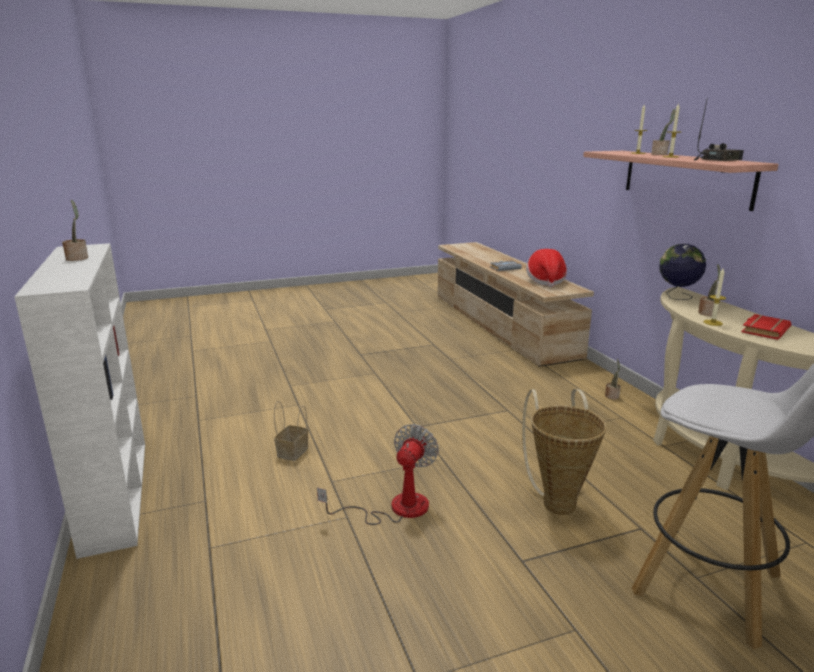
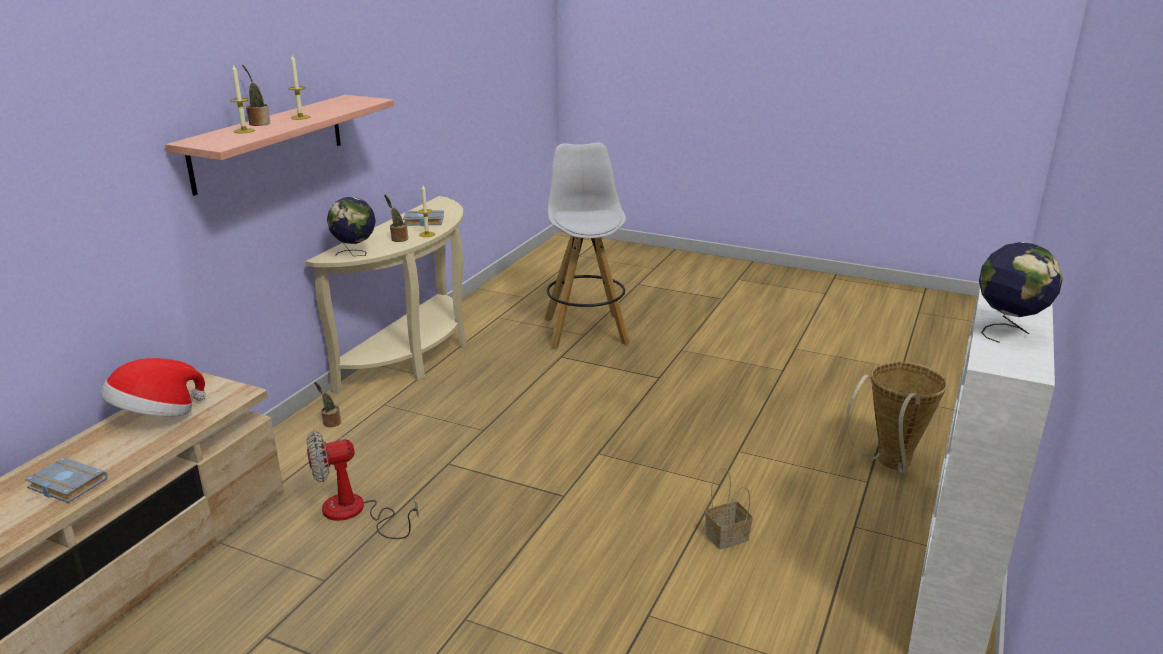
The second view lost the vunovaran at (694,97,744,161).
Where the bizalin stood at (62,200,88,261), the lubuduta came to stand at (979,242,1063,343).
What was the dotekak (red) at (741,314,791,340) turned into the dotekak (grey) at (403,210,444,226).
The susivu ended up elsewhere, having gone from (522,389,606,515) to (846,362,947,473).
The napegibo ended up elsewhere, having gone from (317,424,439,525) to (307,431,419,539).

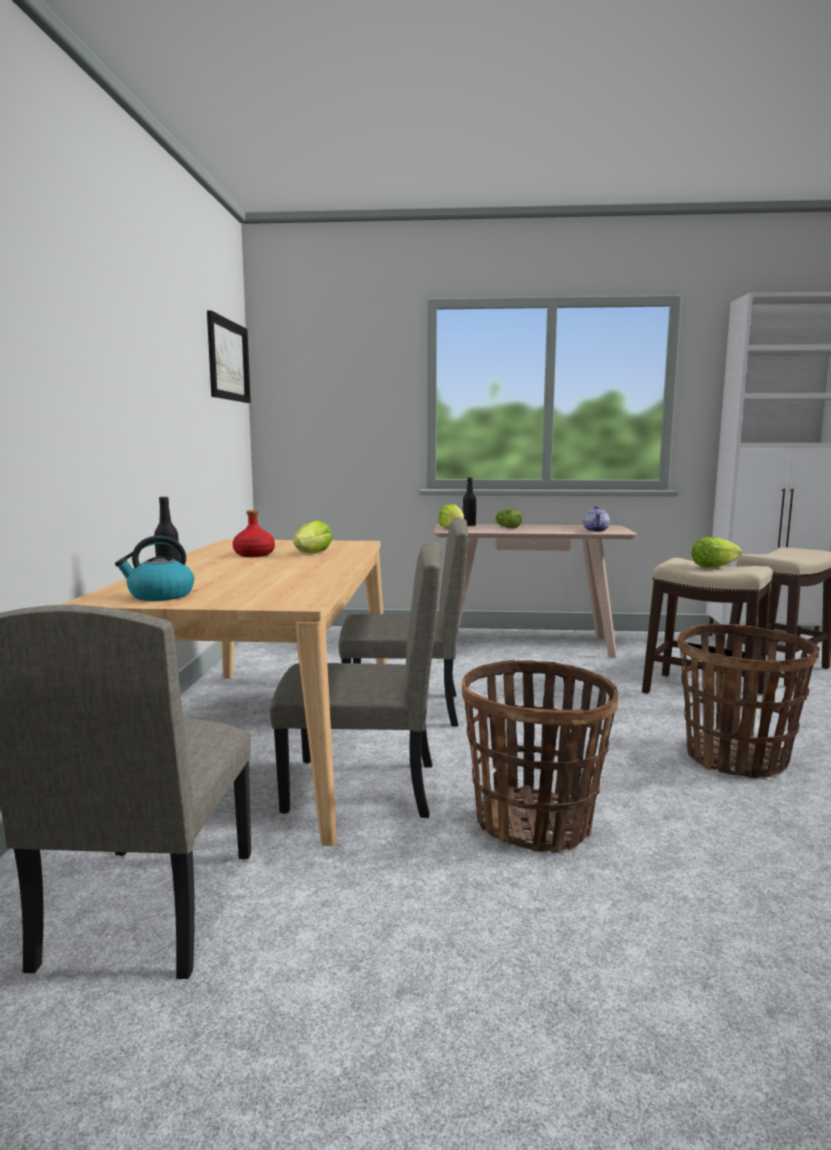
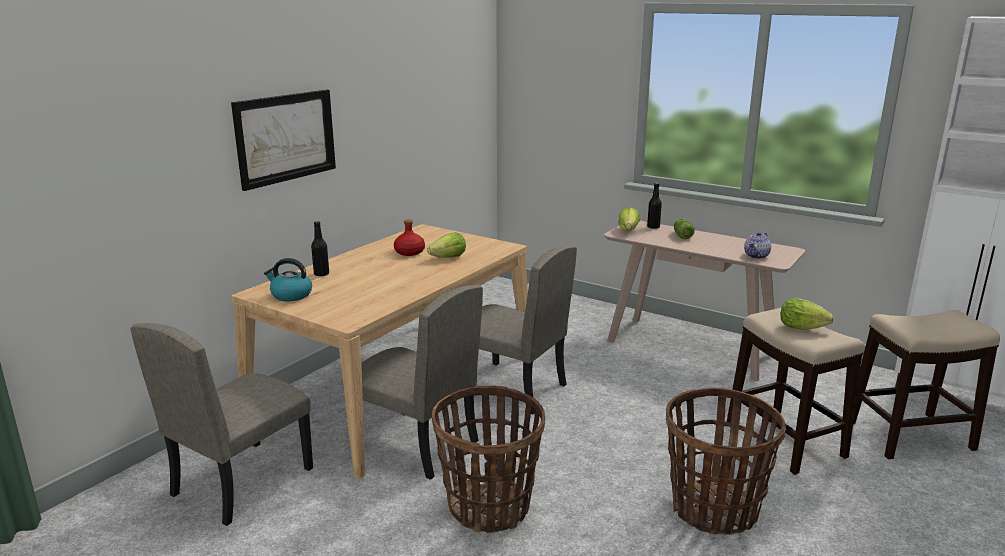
The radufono ended up elsewhere, having gone from (207,310,251,403) to (231,89,336,191).

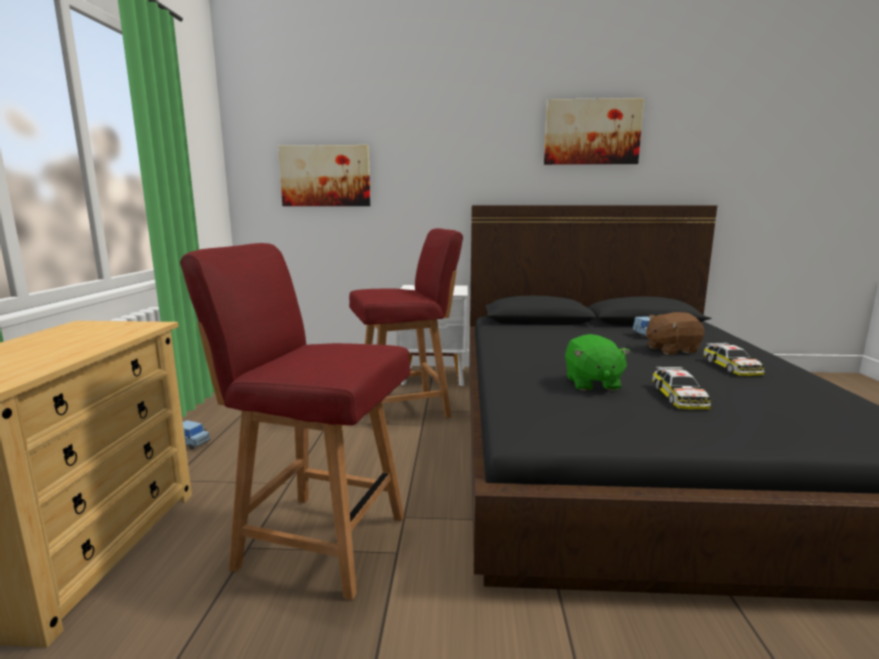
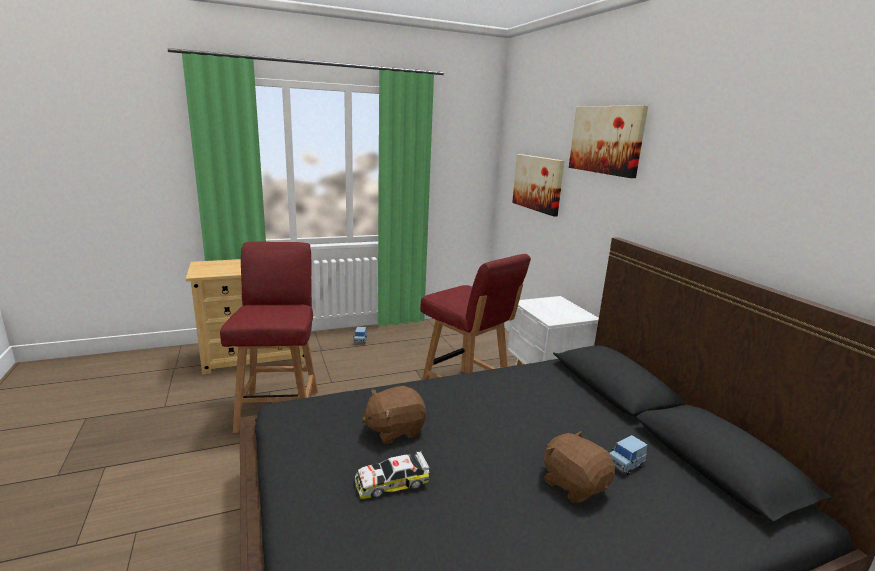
The radufono ended up elsewhere, having gone from (544,98,644,165) to (569,105,648,178).
What was the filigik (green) at (565,334,631,391) turned into the filigik (brown) at (362,386,426,444).
The second view lost the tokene at (703,342,764,376).

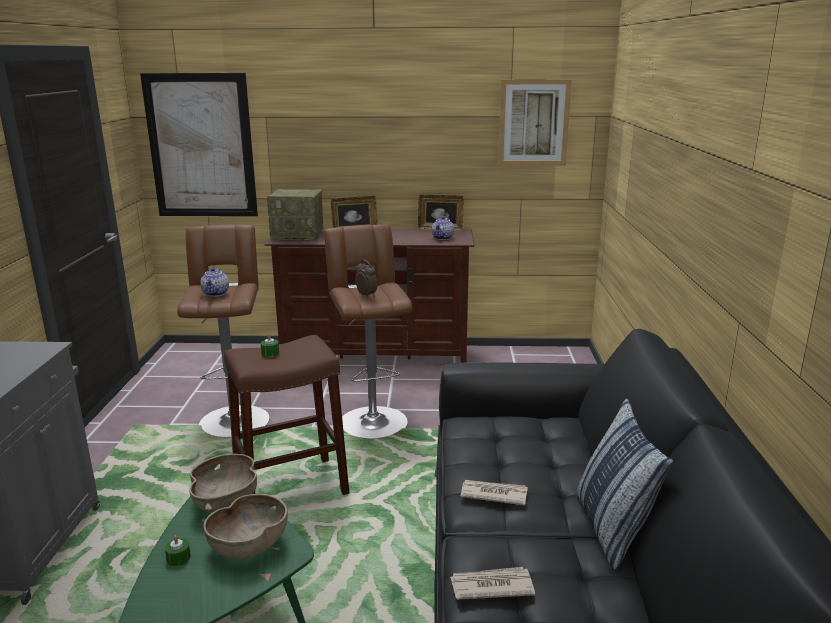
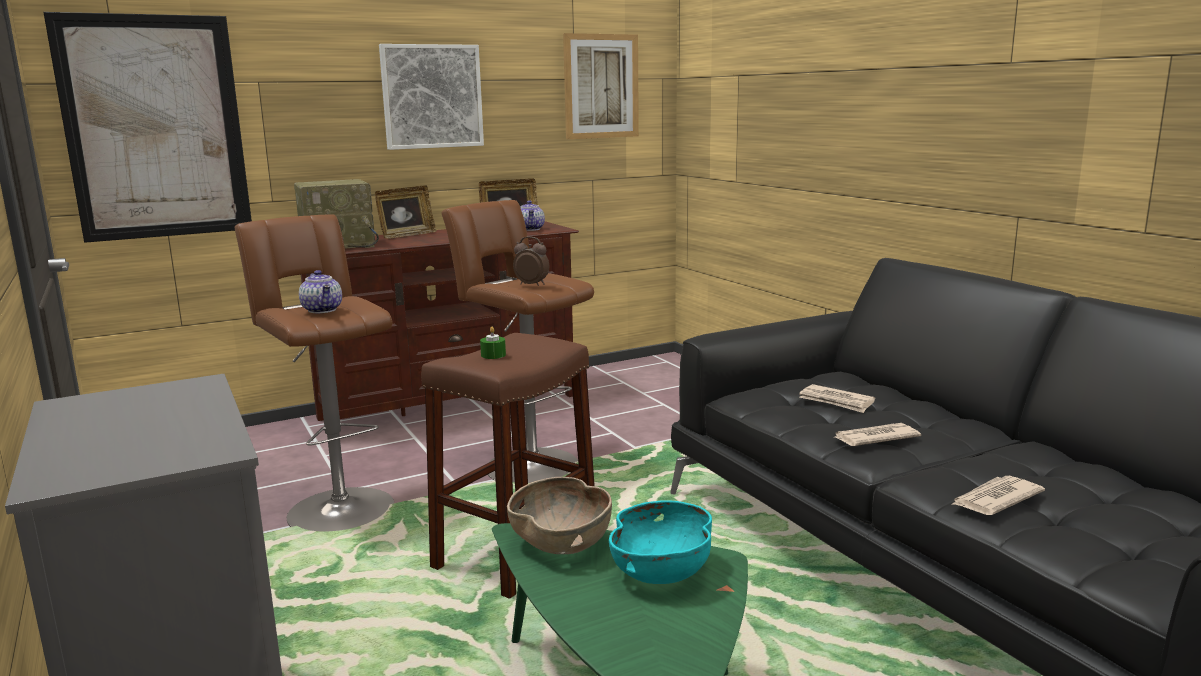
The second view lost the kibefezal at (576,398,674,570).
What was the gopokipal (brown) at (203,494,288,559) turned into the gopokipal (turquoise) at (609,501,712,584).
The second view lost the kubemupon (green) at (165,535,191,566).
The second view gained the radufono at (379,44,484,150).
The second view gained the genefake at (799,384,875,413).

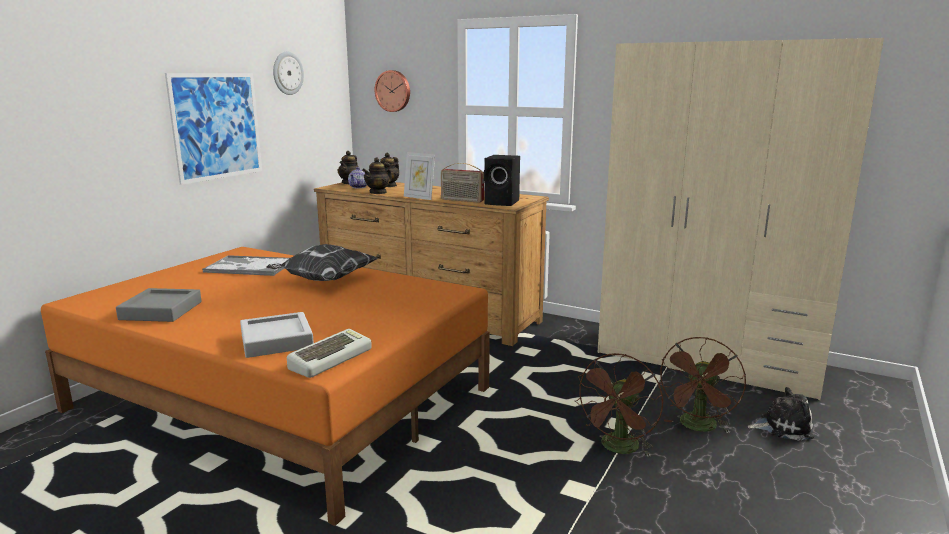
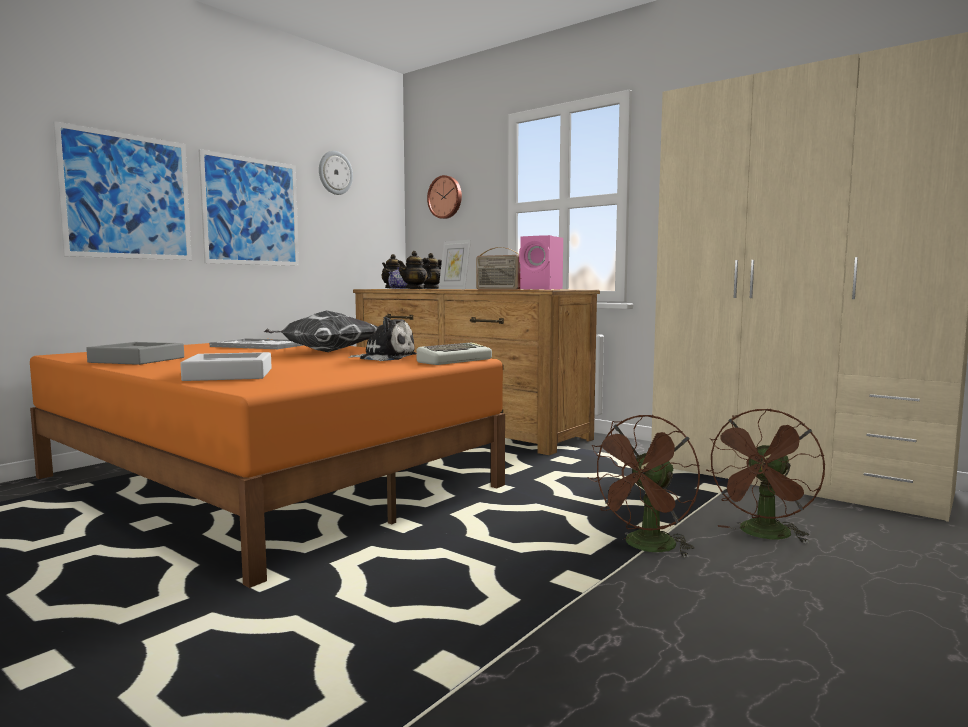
What was the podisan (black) at (484,155,520,206) turned into the podisan (pink) at (519,235,563,290).
The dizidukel ended up elsewhere, having gone from (287,329,372,378) to (417,342,492,365).
The filigik ended up elsewhere, having gone from (748,387,814,441) to (348,317,416,361).
The second view gained the radufono at (53,121,192,260).

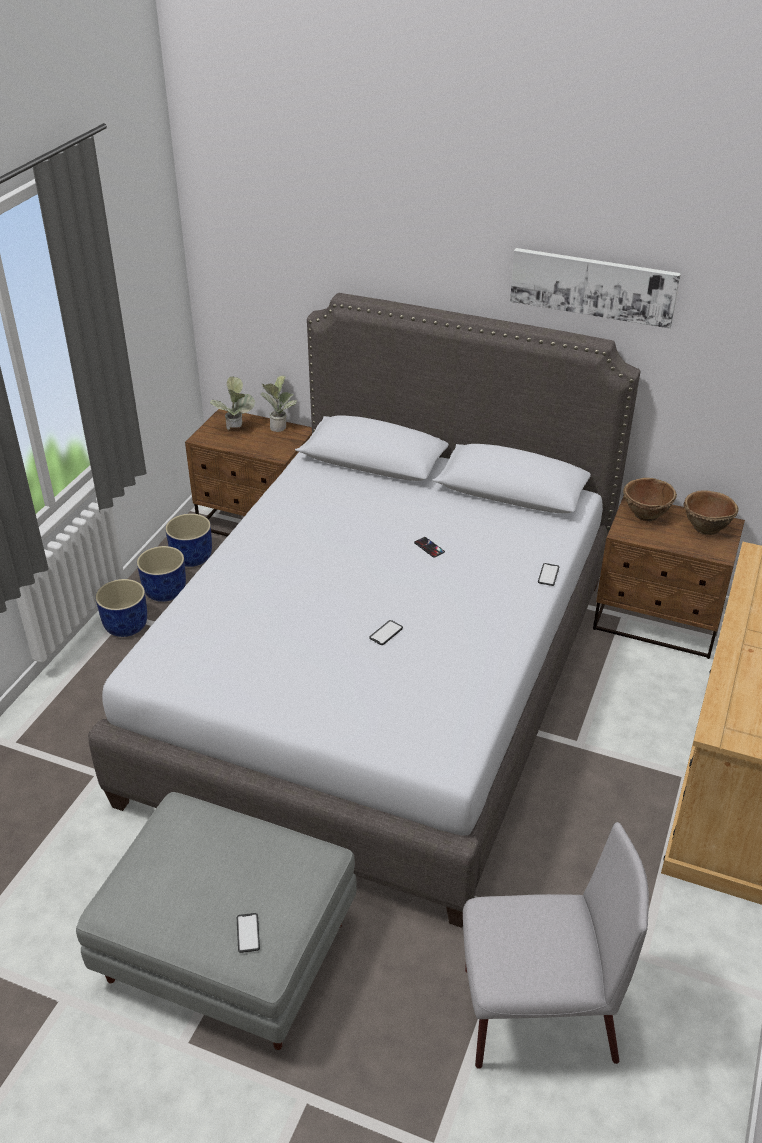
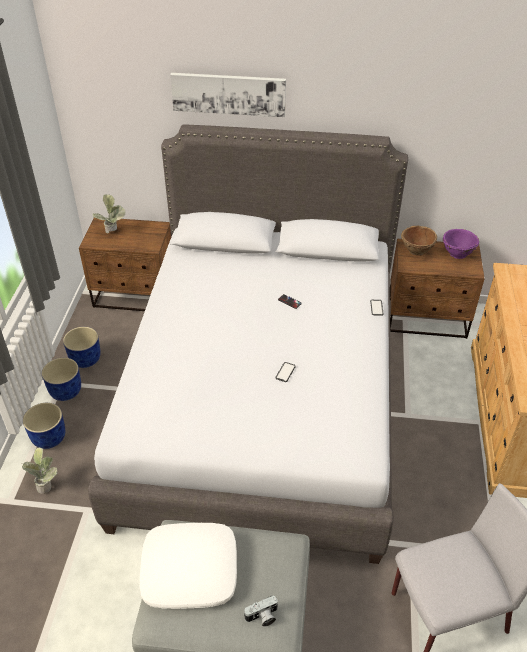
The radufono ended up elsewhere, having gone from (510,248,681,329) to (170,73,286,117).
The bizalin ended up elsewhere, having gone from (261,375,297,432) to (22,447,57,494).
What was the gopokipal (brown) at (684,491,739,535) turned into the gopokipal (purple) at (443,229,479,259).
The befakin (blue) ended up elsewhere, having gone from (165,514,212,567) to (23,403,65,449).
Where the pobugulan stood at (237,913,260,953), the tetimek came to stand at (244,596,278,627).
The second view gained the kibefezal (white) at (139,523,237,609).

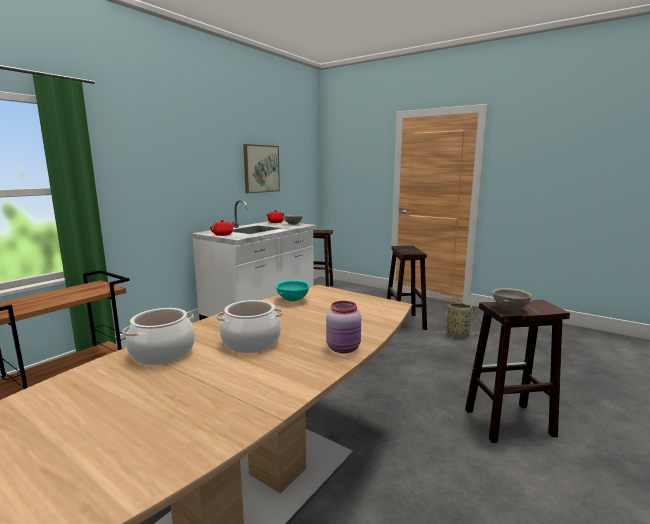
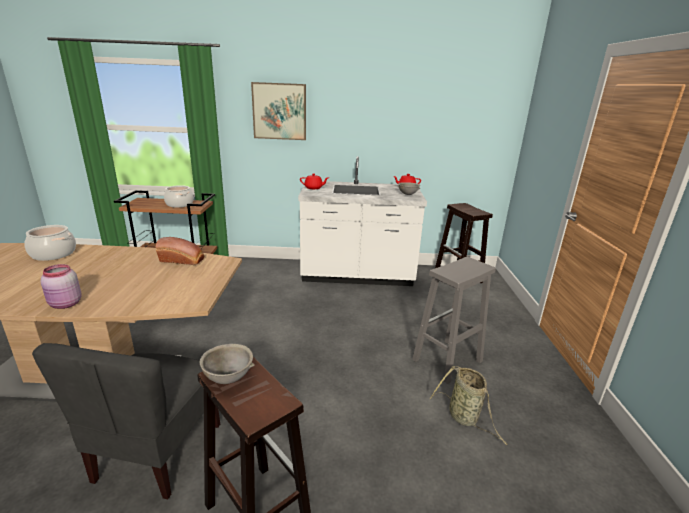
The radufono ended up elsewhere, having gone from (243,144,280,193) to (251,82,306,140).
What was the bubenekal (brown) at (387,246,427,330) turned into the bubenekal (grey) at (412,257,496,384).
Where the gopokipal (turquoise) stood at (276,280,310,302), the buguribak came to stand at (156,237,204,265).
The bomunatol ended up elsewhere, having gone from (216,300,283,353) to (164,185,194,208).
The second view gained the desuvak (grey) at (32,343,220,499).

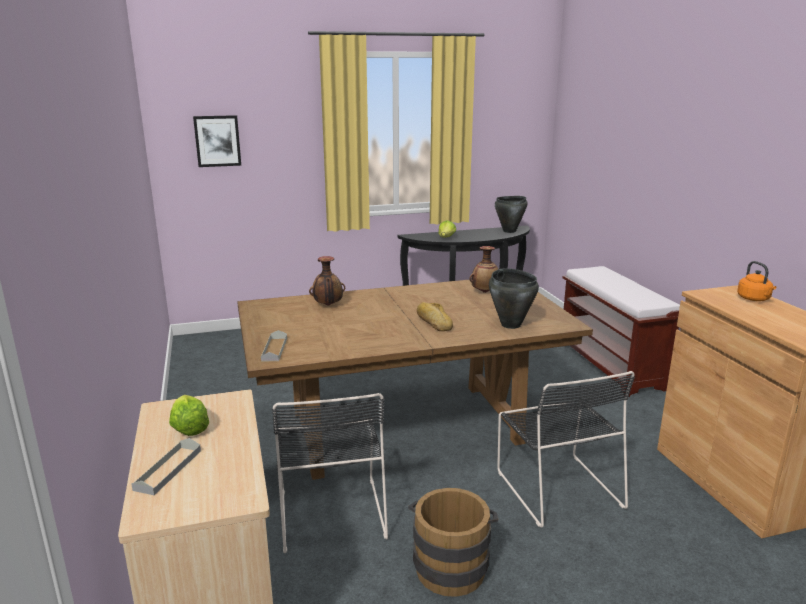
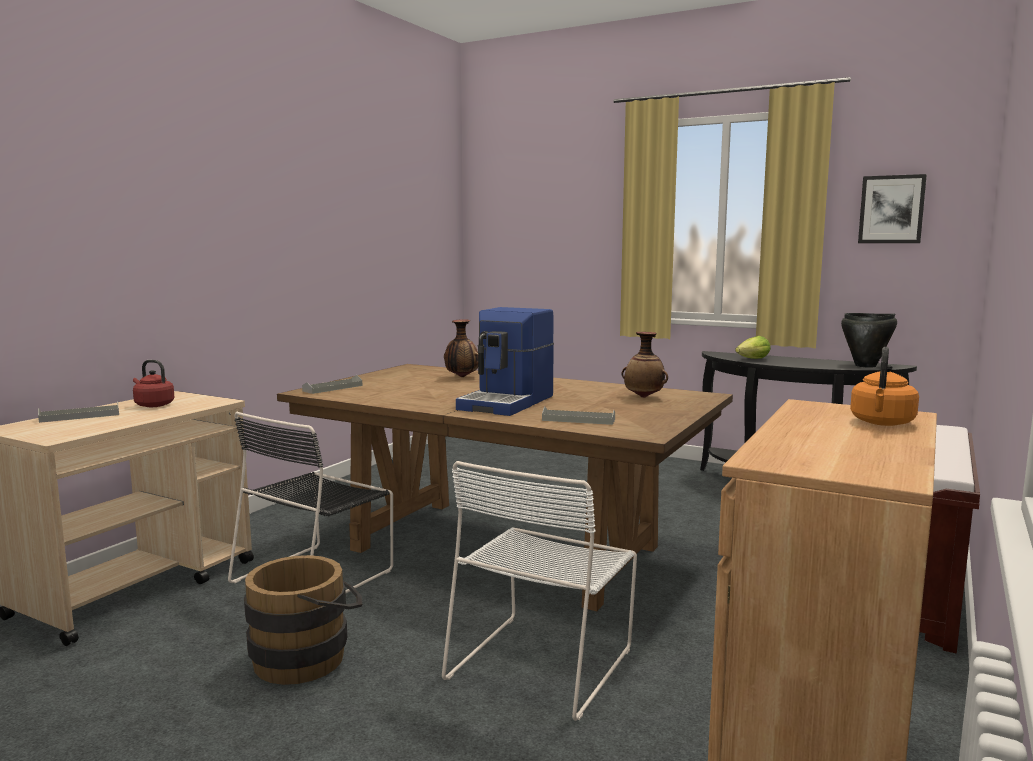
The radufono ended up elsewhere, having gone from (193,115,241,167) to (858,174,927,243).
Where the bomunatol (black) stood at (489,268,539,329), the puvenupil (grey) came to stand at (542,406,615,425).
Where the buguribak stood at (417,302,453,331), the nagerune came to stand at (456,307,554,416).
What was the desuvak (black) at (497,371,635,528) turned into the desuvak (white) at (442,461,637,721).
Where the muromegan stood at (169,395,209,436), the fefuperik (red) came to stand at (133,360,174,407).

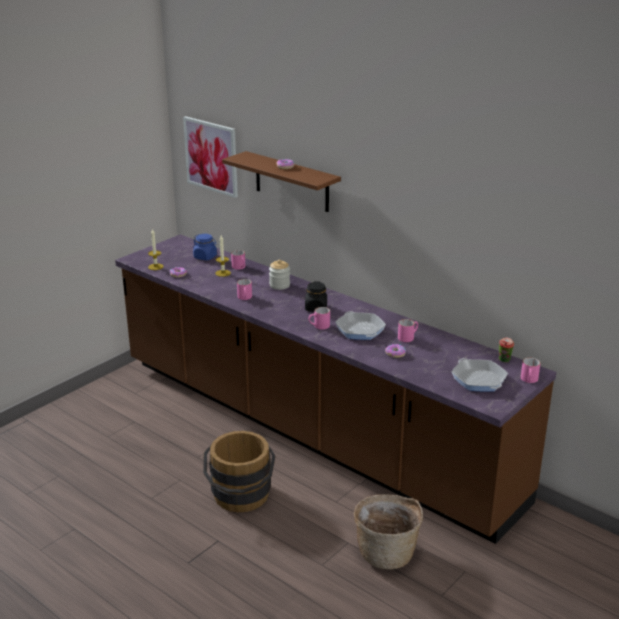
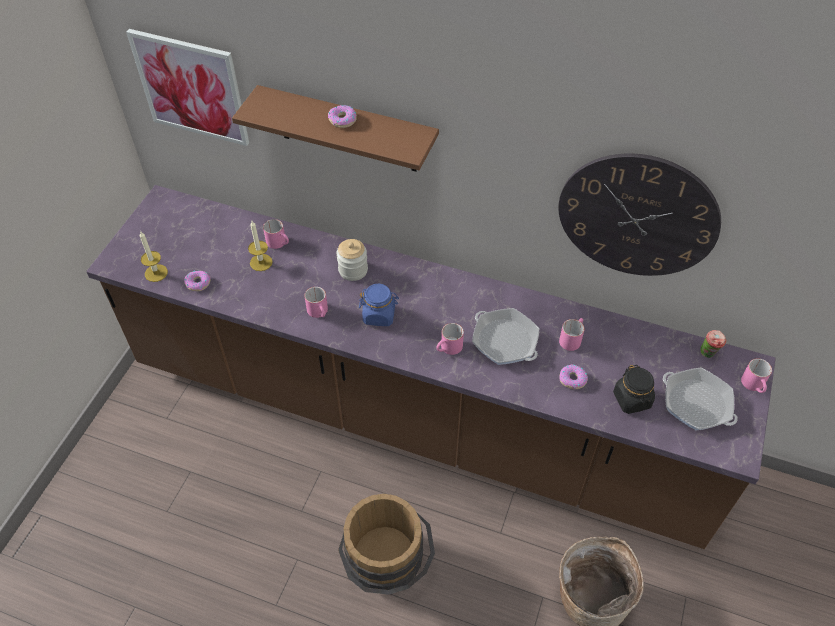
The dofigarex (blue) ended up elsewhere, having gone from (193,234,217,260) to (359,284,399,326).
The dofigarex (black) ended up elsewhere, having gone from (305,281,327,312) to (613,365,655,414).
The second view gained the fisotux at (558,154,721,276).

